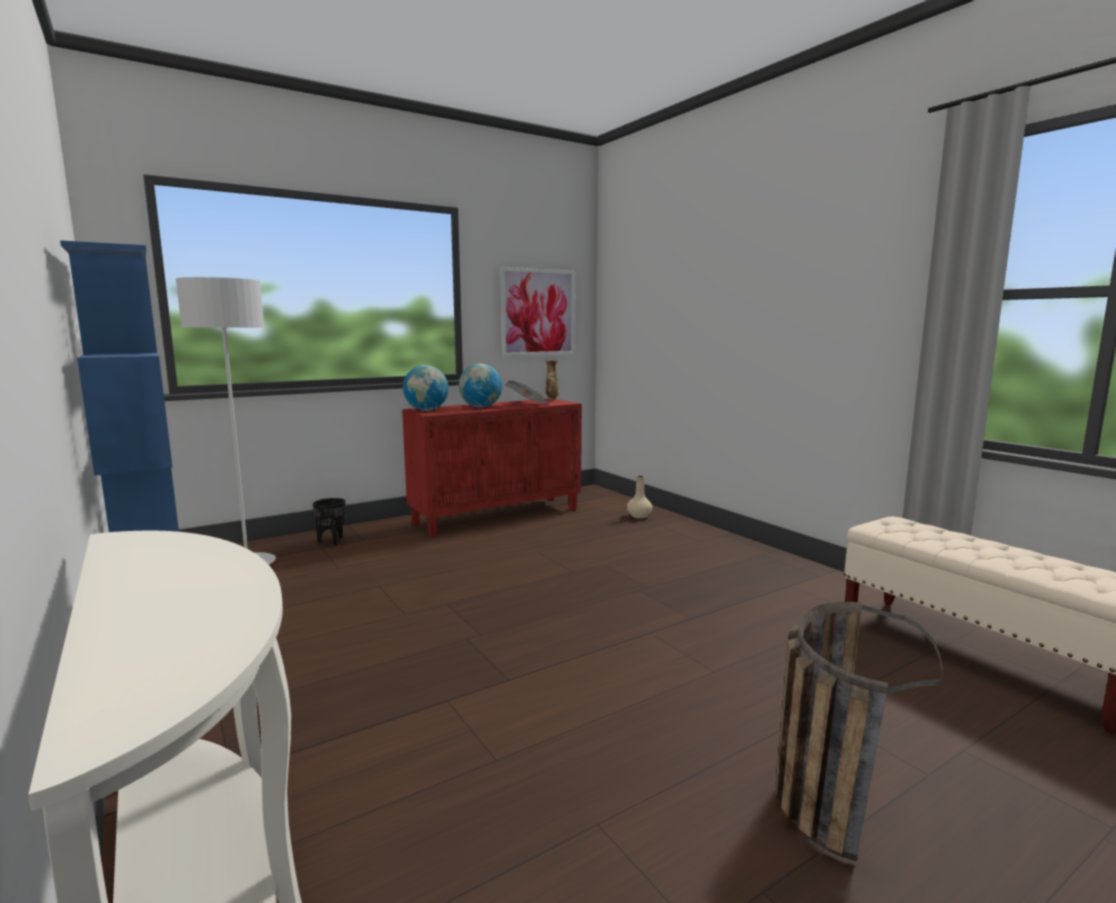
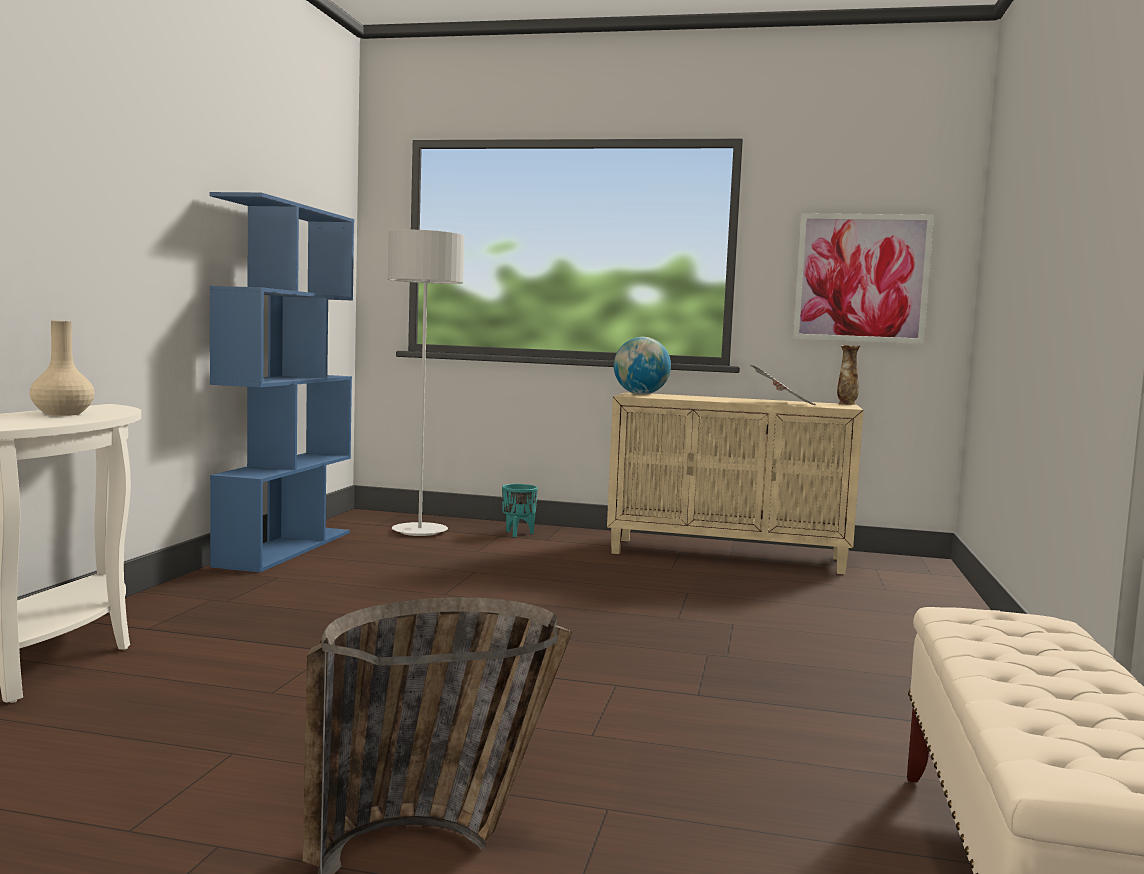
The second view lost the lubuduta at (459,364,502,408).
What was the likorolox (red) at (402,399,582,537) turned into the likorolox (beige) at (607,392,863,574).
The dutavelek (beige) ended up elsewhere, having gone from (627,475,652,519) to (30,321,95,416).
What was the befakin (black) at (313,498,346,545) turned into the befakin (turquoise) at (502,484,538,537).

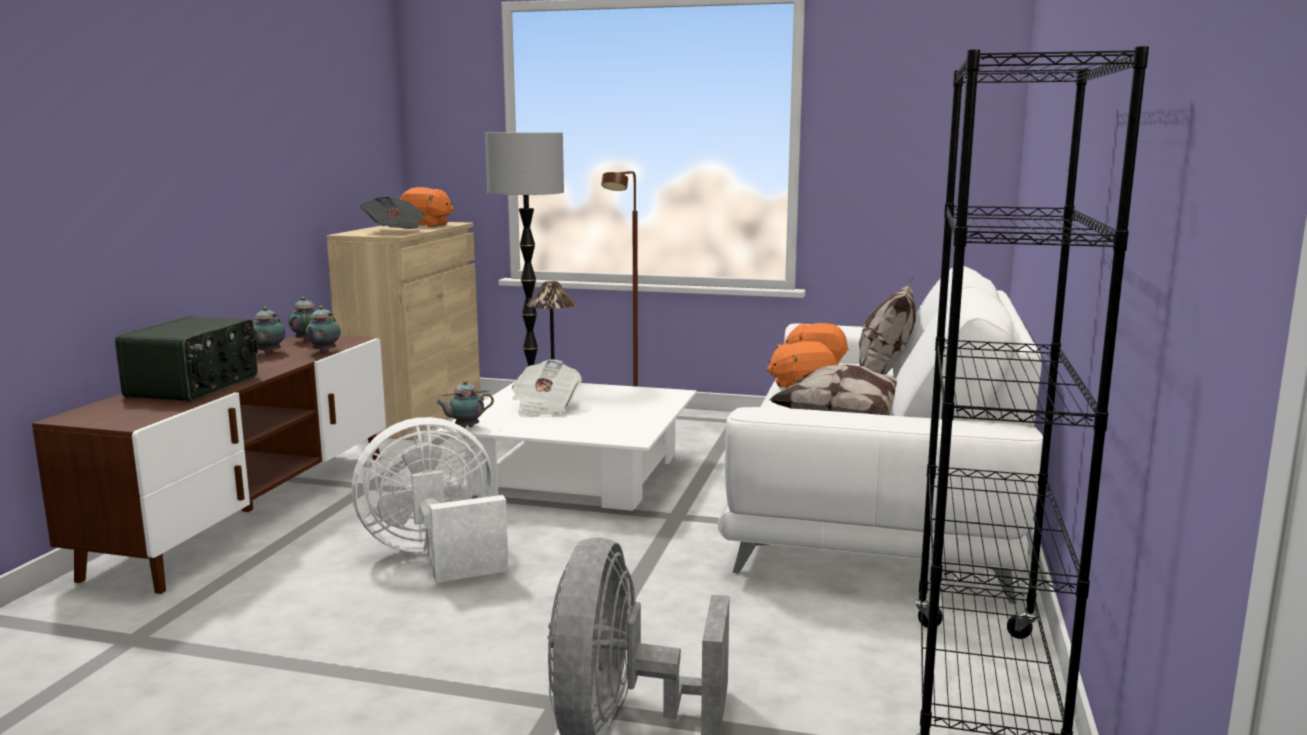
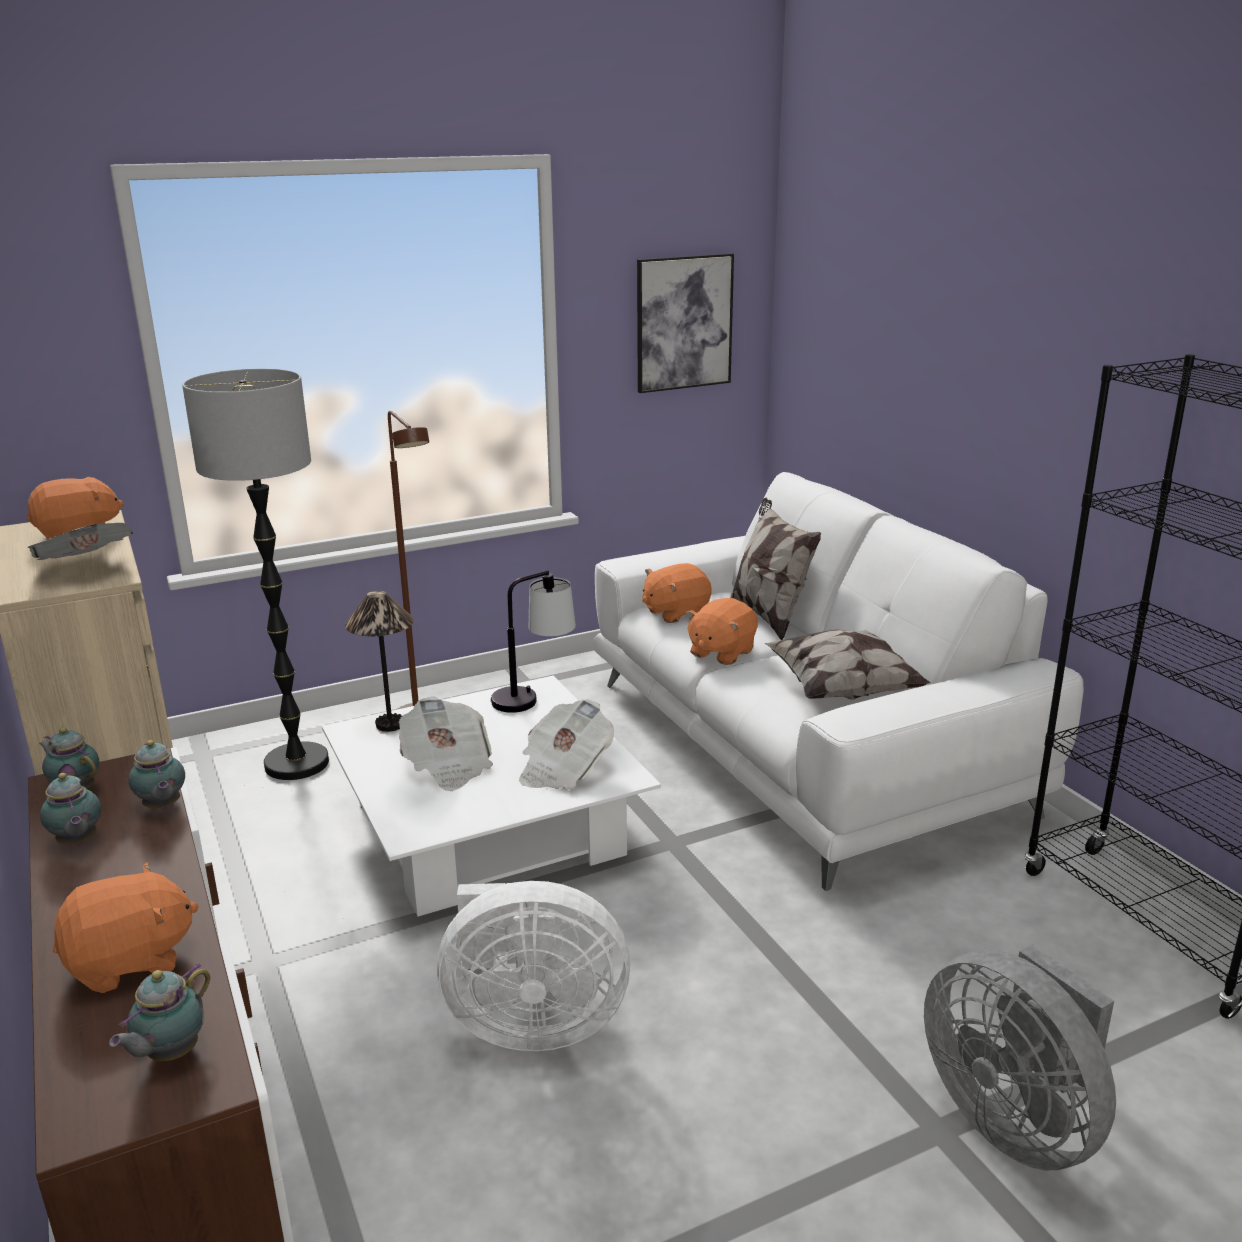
Where the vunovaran stood at (115,316,258,401), the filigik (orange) came to stand at (53,862,199,993).
The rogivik ended up elsewhere, having gone from (435,380,494,428) to (109,964,210,1061).
The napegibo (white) at (352,417,509,583) ended up facing another way, 120 degrees counterclockwise from before.
The second view gained the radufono at (637,253,734,393).
The second view gained the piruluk at (491,570,576,713).
The second view gained the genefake at (519,699,614,789).

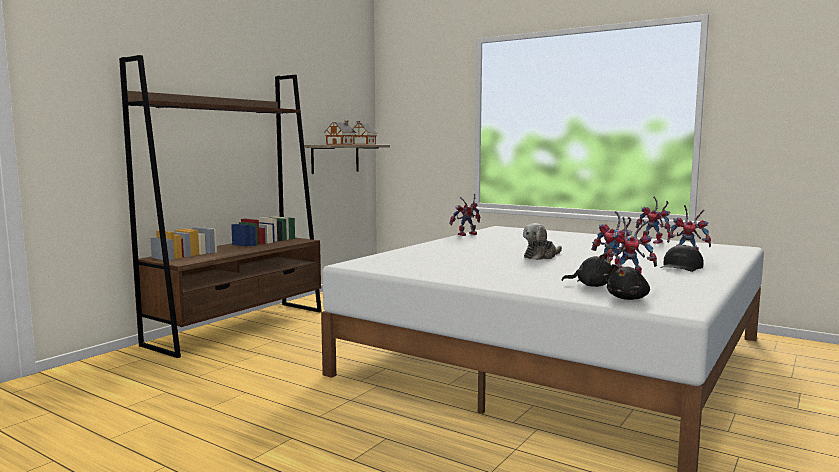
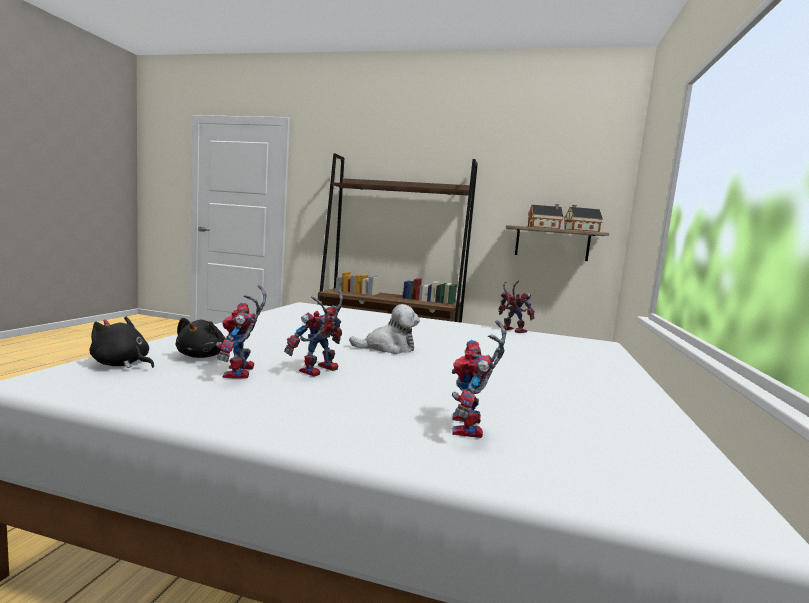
The second view lost the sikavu at (635,197,671,244).
The filigik at (523,223,562,260) ended up facing another way, 135 degrees clockwise from before.
The second view lost the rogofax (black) at (660,245,704,272).

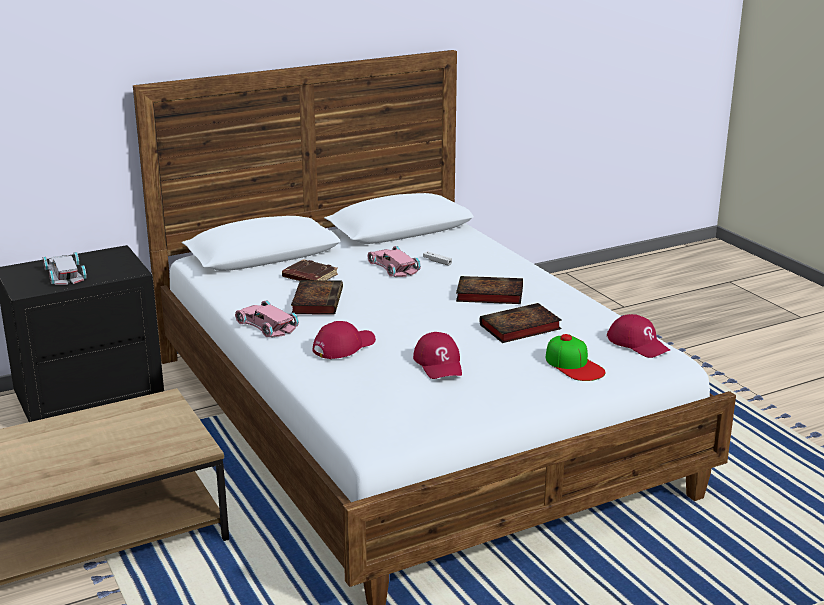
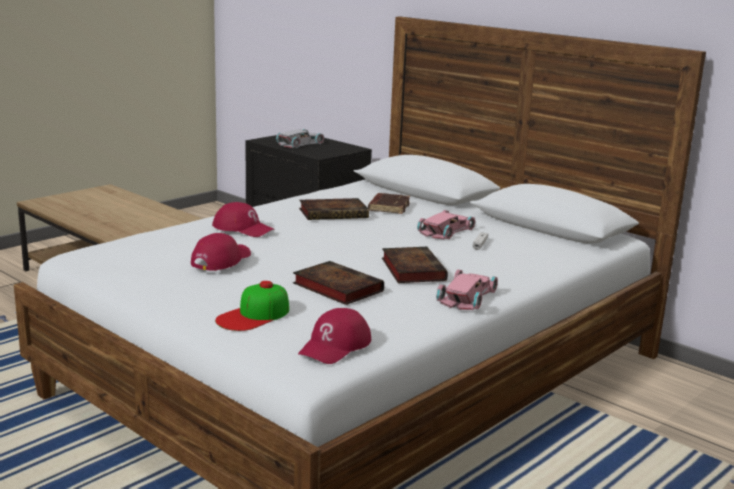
The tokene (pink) ended up elsewhere, having gone from (235,300,299,338) to (436,269,498,310).
The rogofax (red) at (413,332,462,379) ended up facing another way, 150 degrees clockwise from before.

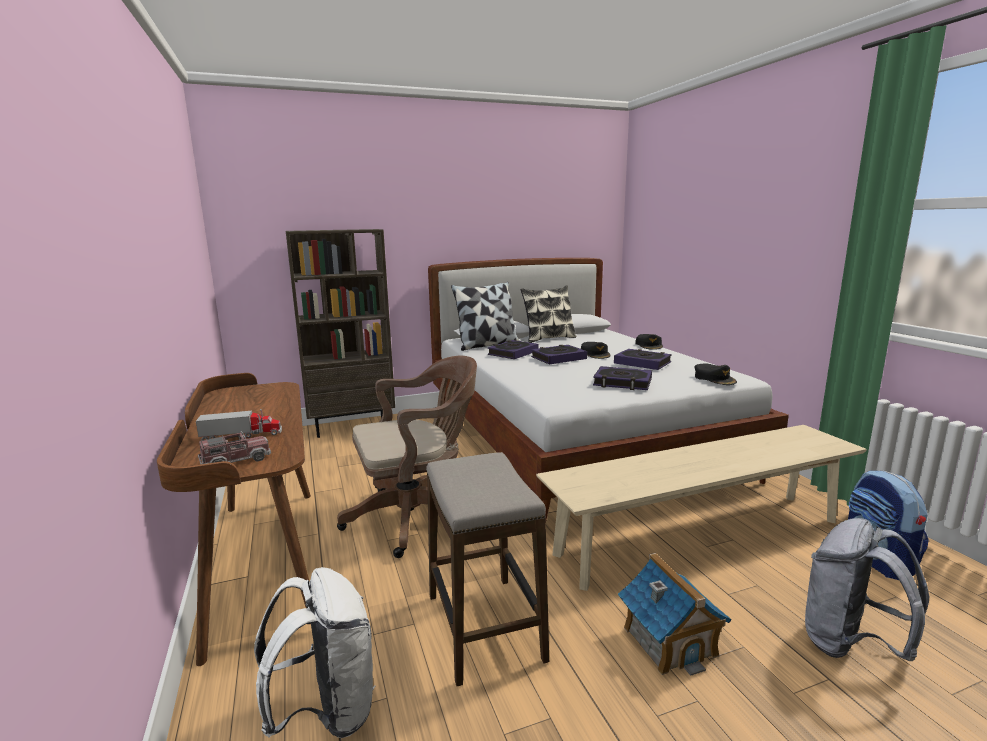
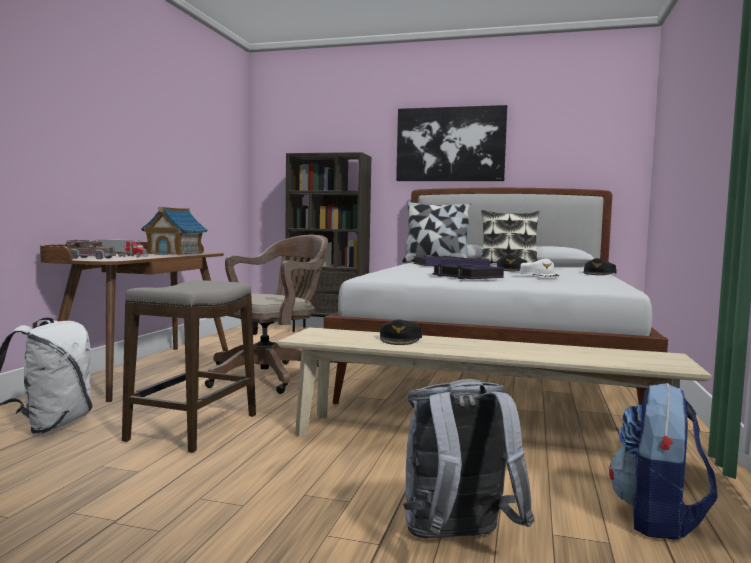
Where the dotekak stood at (614,349,672,370), the rogofax (white) came to stand at (520,259,559,278).
The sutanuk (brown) at (337,356,477,558) ended up facing another way, 60 degrees counterclockwise from before.
The rogofax (black) ended up elsewhere, having gone from (695,364,737,385) to (380,320,422,345).
The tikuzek ended up elsewhere, having gone from (618,553,731,676) to (141,207,207,255).
The second view gained the radufono at (396,105,507,181).

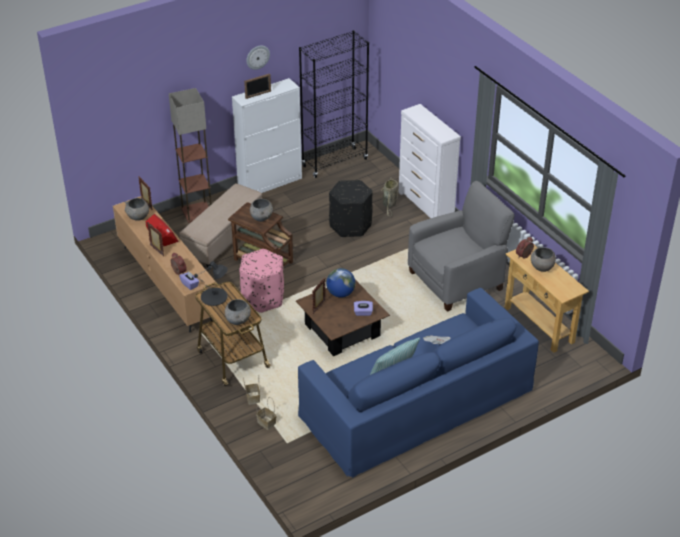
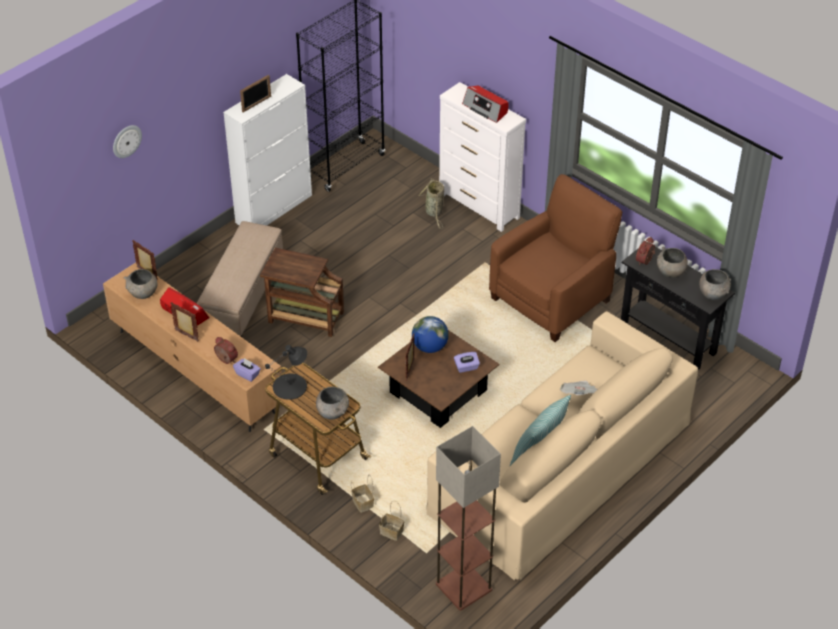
The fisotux ended up elsewhere, having gone from (246,46,270,70) to (113,125,142,158).
The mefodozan ended up elsewhere, having gone from (169,88,211,223) to (436,426,501,611).
The second view lost the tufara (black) at (329,180,373,237).
What was the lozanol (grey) at (408,181,515,312) turned into the lozanol (brown) at (489,174,622,342).
The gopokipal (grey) ended up elsewhere, having gone from (250,199,273,222) to (699,269,731,300).
What was the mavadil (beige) at (505,245,589,353) turned into the mavadil (black) at (621,247,735,370).
The second view lost the tufara (pink) at (239,249,284,313).
What was the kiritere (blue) at (298,288,539,478) turned into the kiritere (beige) at (427,311,698,581).
The second view gained the vunovaran at (462,85,509,123).

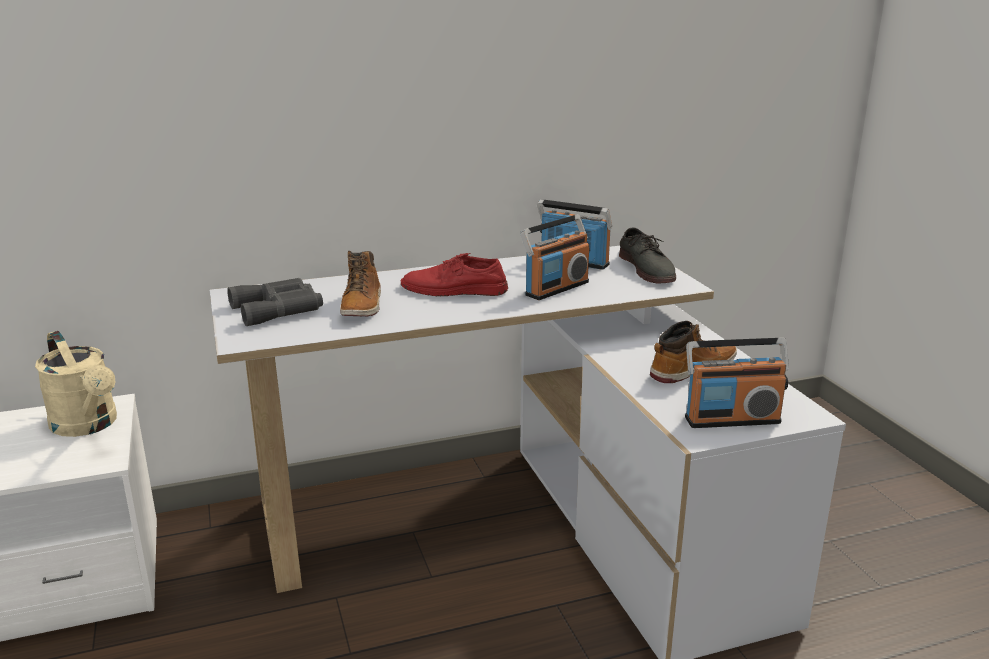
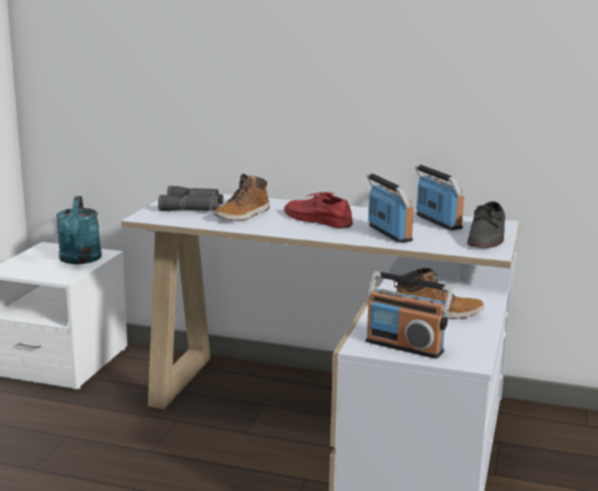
The vunovaran at (520,214,590,300) ended up facing another way, 105 degrees counterclockwise from before.
What was the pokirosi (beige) at (35,331,117,437) turned into the pokirosi (turquoise) at (56,196,102,264).

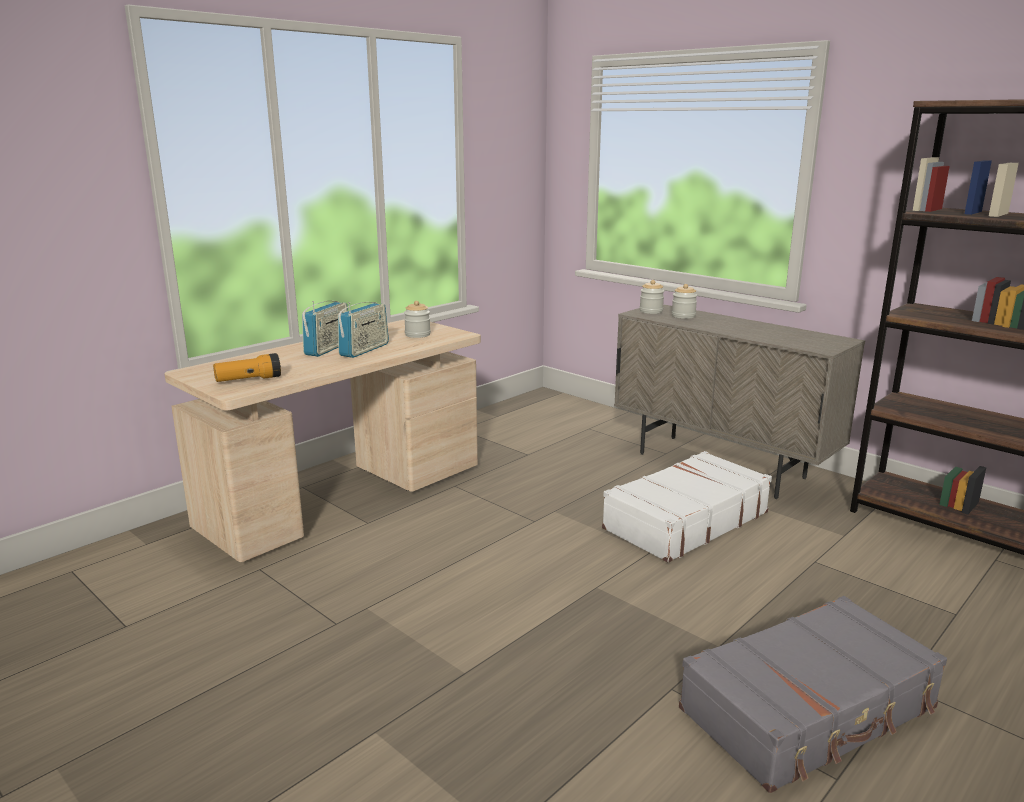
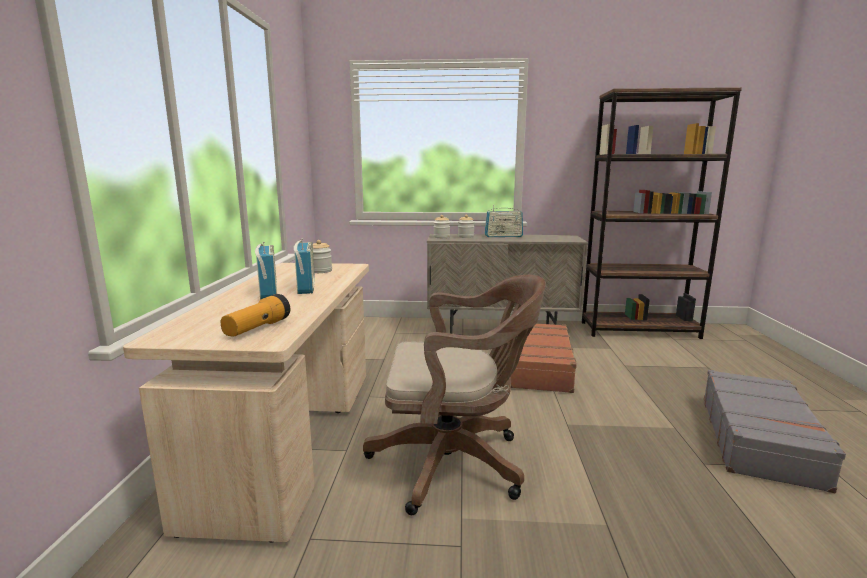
What was the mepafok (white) at (602,451,772,563) turned into the mepafok (brown) at (510,324,577,393).
The second view gained the vunovaran at (485,205,523,237).
The second view gained the sutanuk (brown) at (363,275,546,515).

